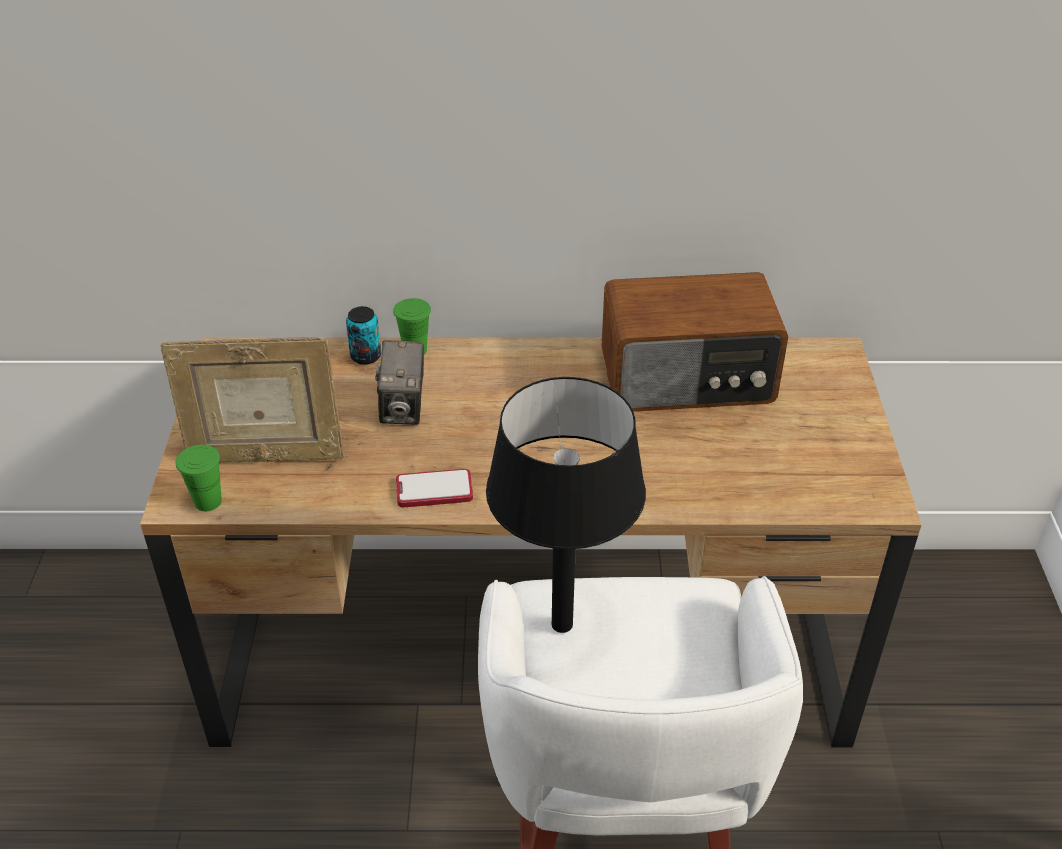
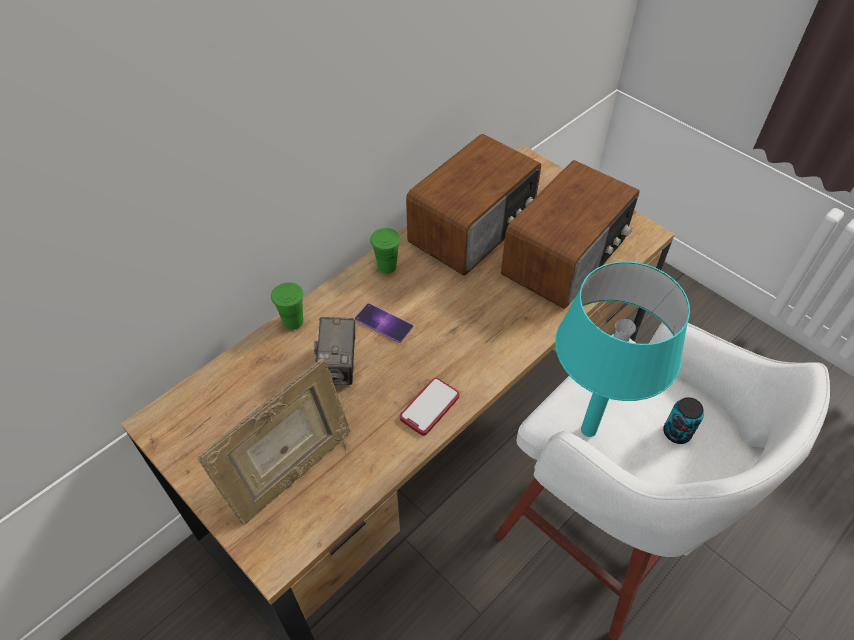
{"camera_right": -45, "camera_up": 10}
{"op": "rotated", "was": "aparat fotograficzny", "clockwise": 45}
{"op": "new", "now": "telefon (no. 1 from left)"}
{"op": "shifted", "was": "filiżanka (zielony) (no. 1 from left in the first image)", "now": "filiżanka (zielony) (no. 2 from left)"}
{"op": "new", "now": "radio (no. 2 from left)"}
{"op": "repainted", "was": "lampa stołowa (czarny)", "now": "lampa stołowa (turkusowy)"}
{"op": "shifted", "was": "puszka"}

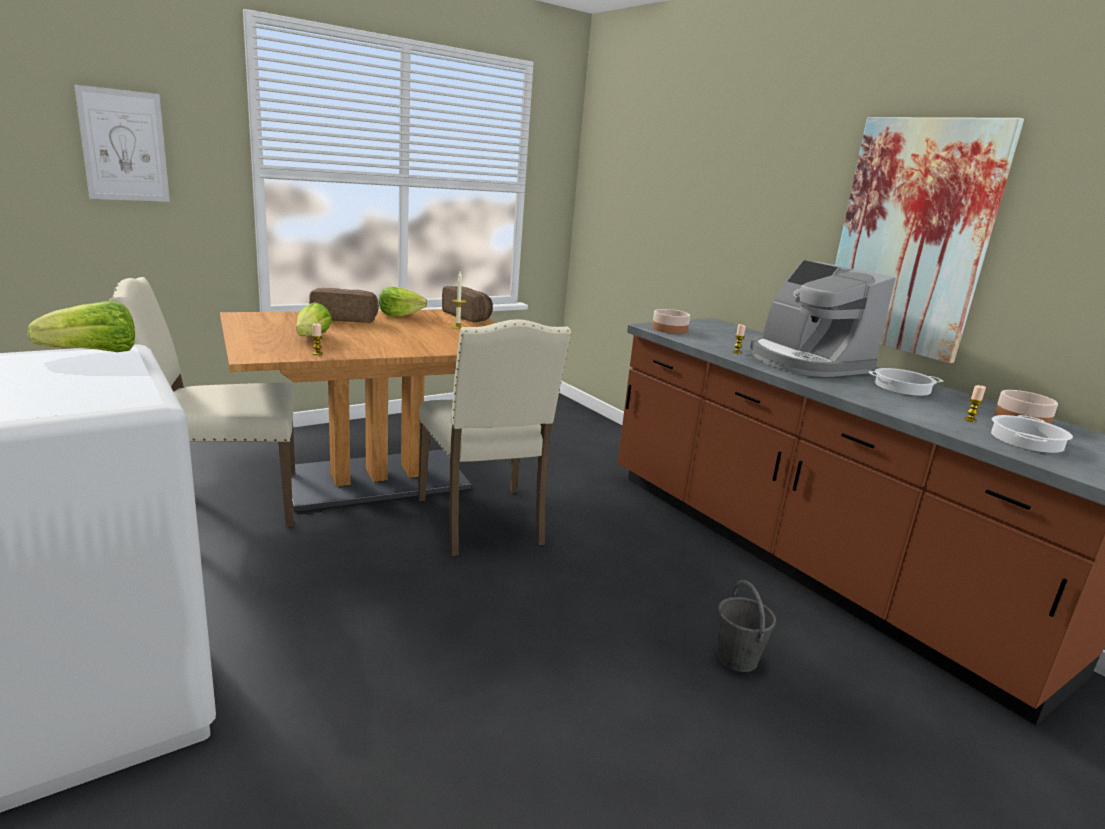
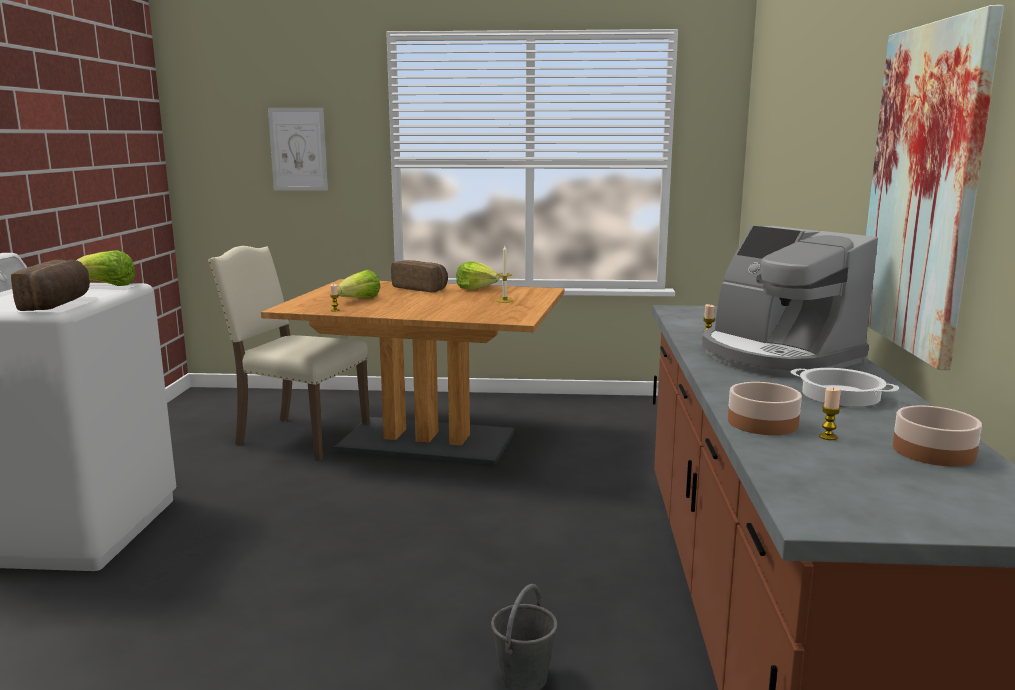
{"camera_right": 40, "camera_up": -5}
{"op": "shifted", "was": "chleb (no. 2 from left in the first image)", "now": "chleb (no. 1 from left)"}
{"op": "rotated", "was": "ekspres do kawy", "clockwise": -45}
{"op": "shifted", "was": "miska (no. 1 from left)"}
{"op": "gone", "was": "krzesło (beżowy) (no. 2 from left)"}
{"op": "gone", "was": "garnek (no. 2 from left)"}

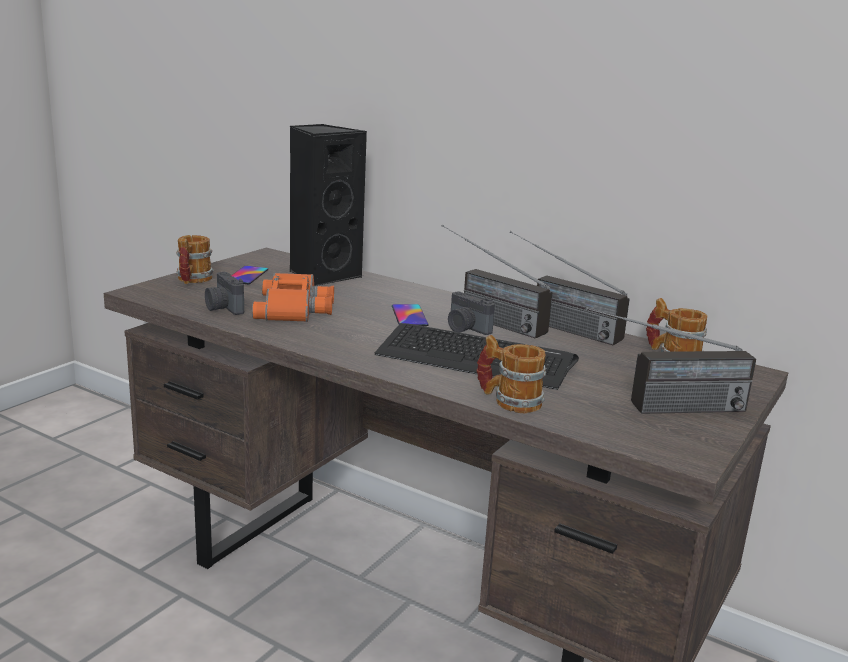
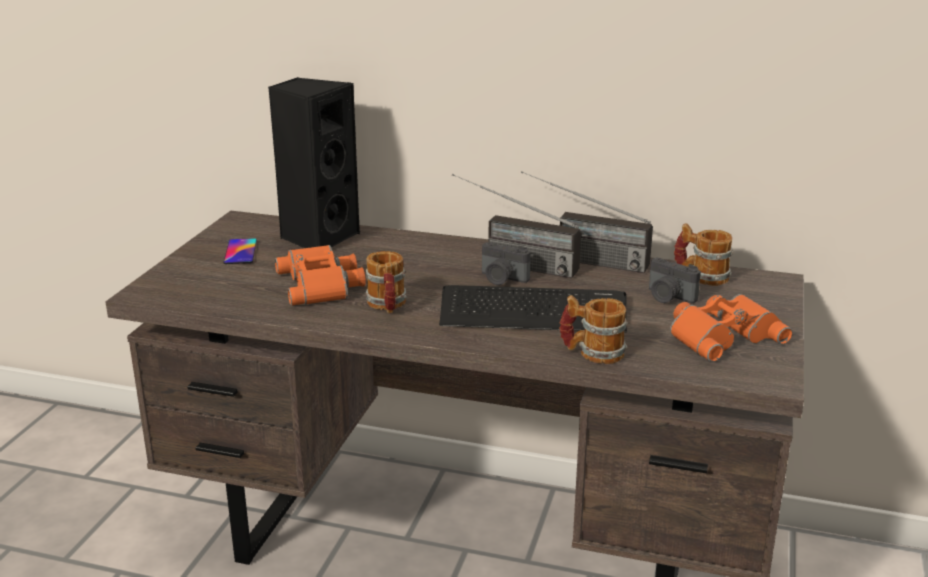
{"camera_right": -15, "camera_up": 5}
{"op": "shifted", "was": "kubek (no. 1 from left)"}
{"op": "shifted", "was": "aparat fotograficzny (no. 1 from left in the first image)", "now": "aparat fotograficzny (no. 2 from left)"}
{"op": "swapped", "was": "radio (no. 3 from left)", "now": "lornetka (pomarańczowy) (no. 2 from left)"}
{"op": "gone", "was": "telefon (no. 2 from left)"}

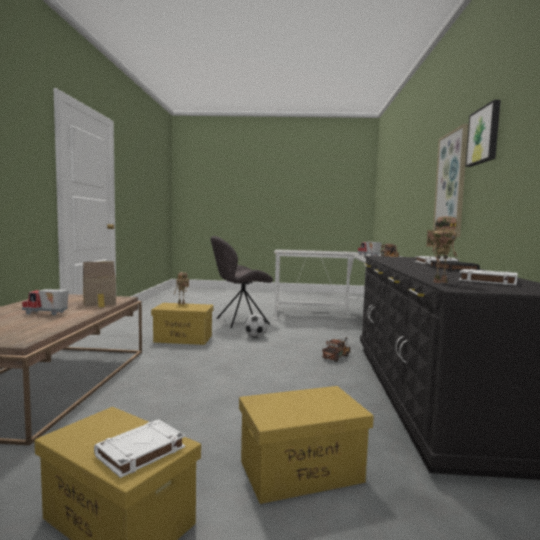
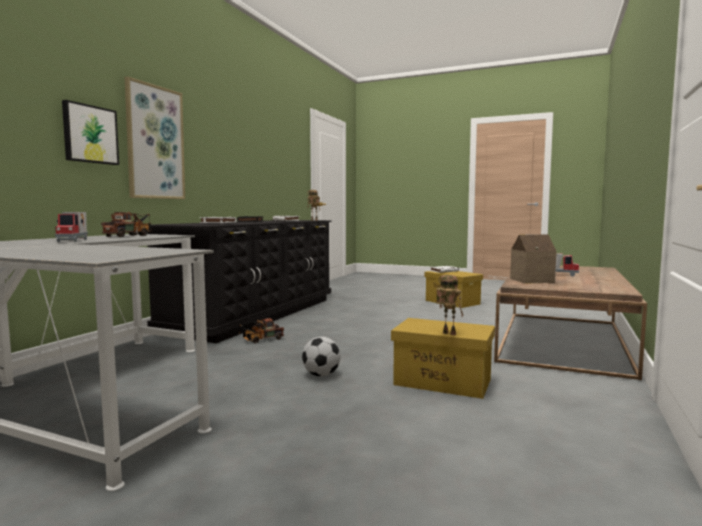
{"camera_right": -160, "camera_up": 0}
{"op": "shifted", "was": "obraz (no. 2 from left in the first image)", "now": "obraz (no. 1 from left)"}
{"op": "gone", "was": "krzesło (szary)"}
{"op": "gone", "was": "pojemnik do przechowywania (żółty) (no. 3 from left)"}

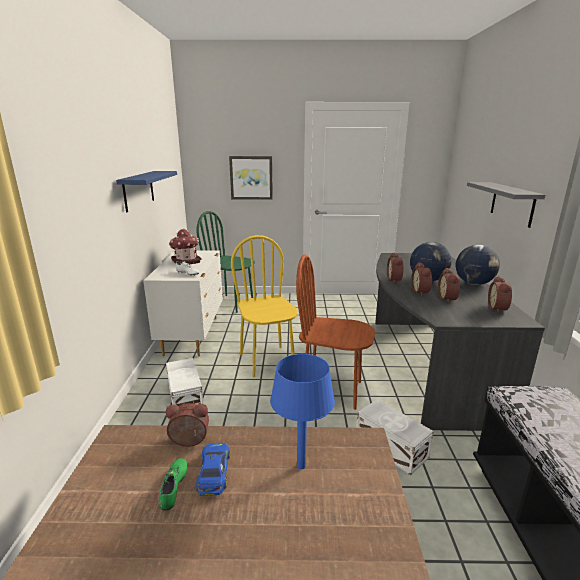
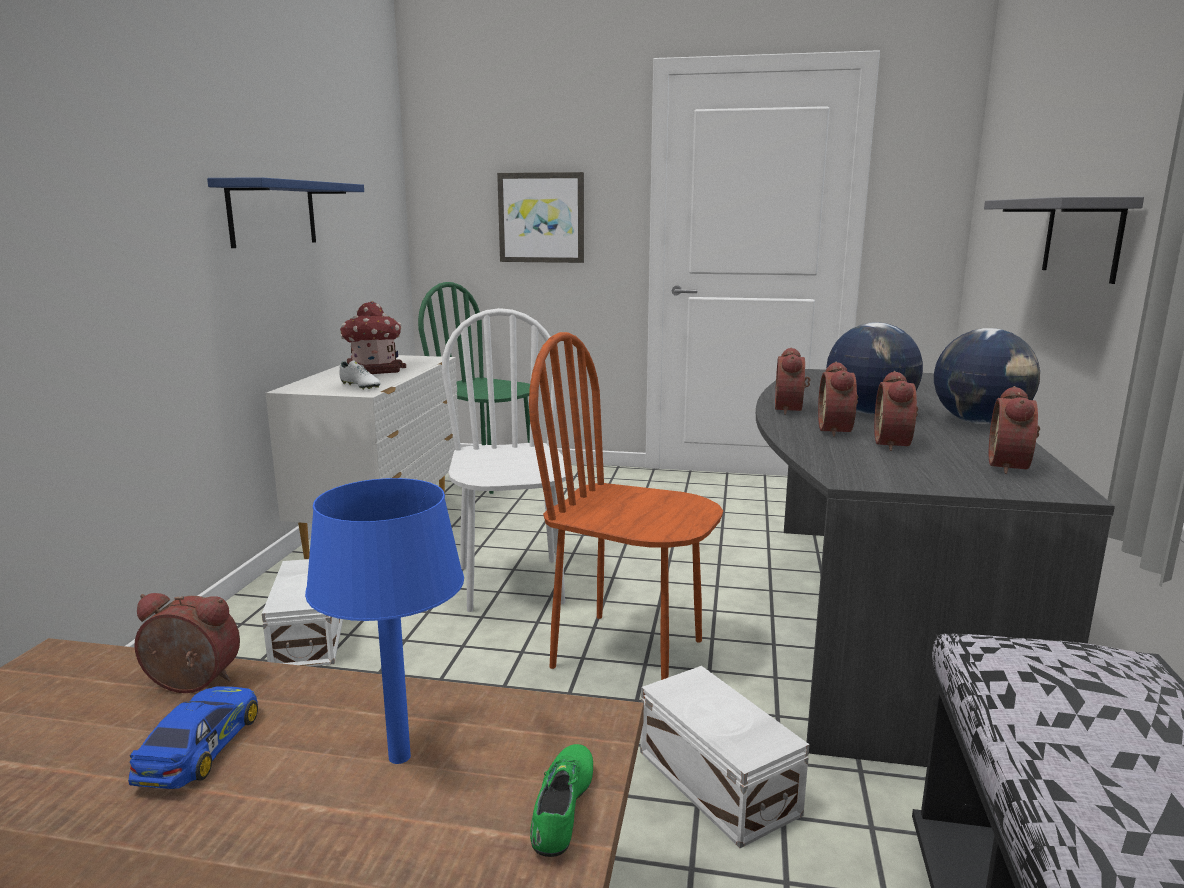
{"camera_right": 10, "camera_up": -5}
{"op": "repainted", "was": "krzesło (żółty)", "now": "krzesło (biały)"}
{"op": "shifted", "was": "but (zielony)"}

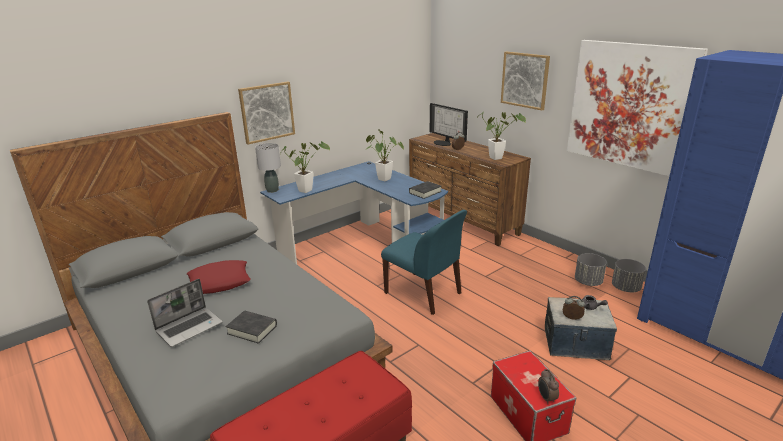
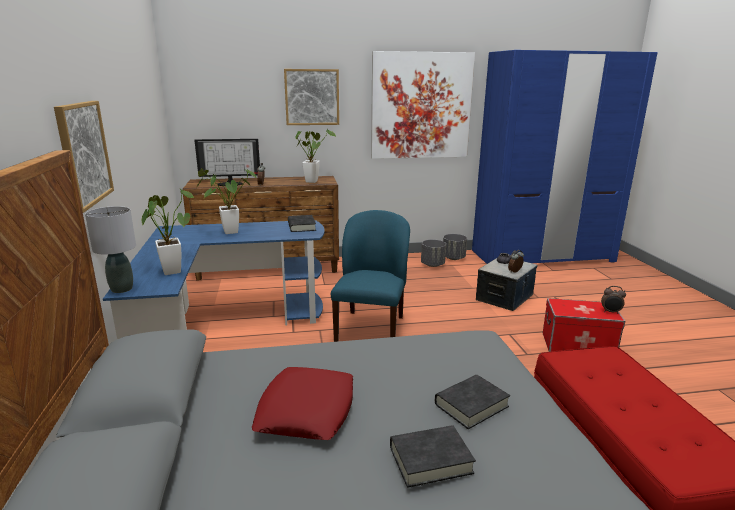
{"camera_right": -60, "camera_up": -5}
{"op": "rotated", "was": "krzesło (niebieski)", "clockwise": -60}
{"op": "swapped", "was": "laptop", "now": "książka (czarny) (no. 2 from left)"}

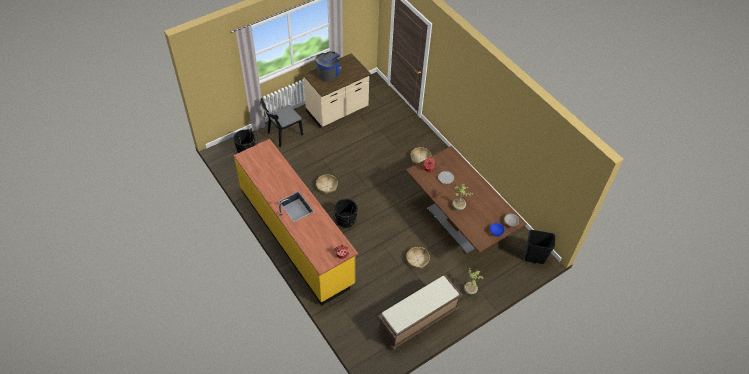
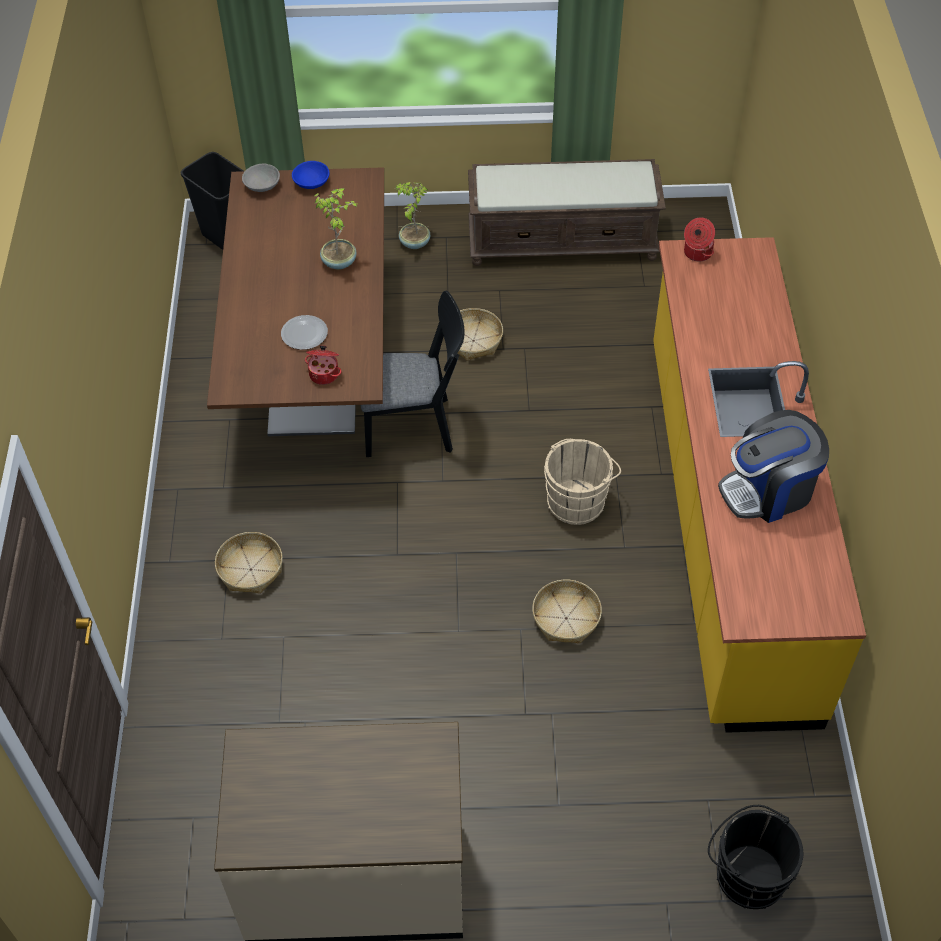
{"camera_right": -145, "camera_up": 0}
{"op": "shifted", "was": "krzesło (czarny)"}
{"op": "repainted", "was": "wiadro (czarny) (no. 2 from left)", "now": "wiadro (beżowy)"}
{"op": "shifted", "was": "ekspres do kawy"}

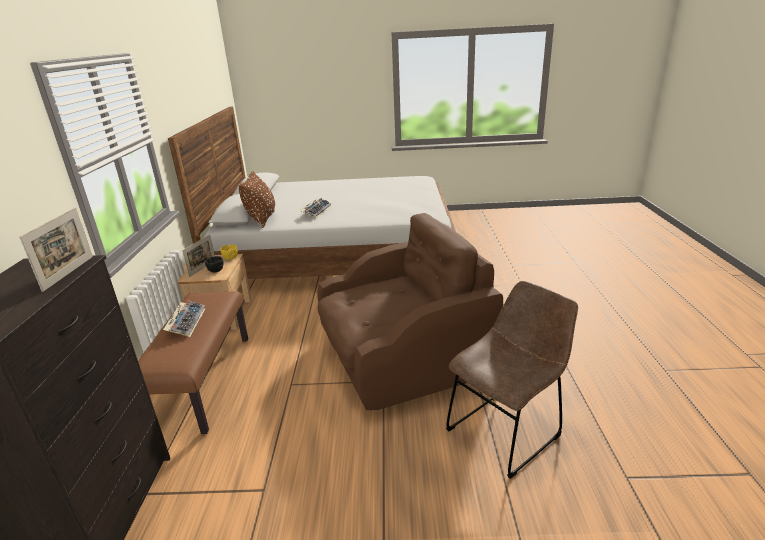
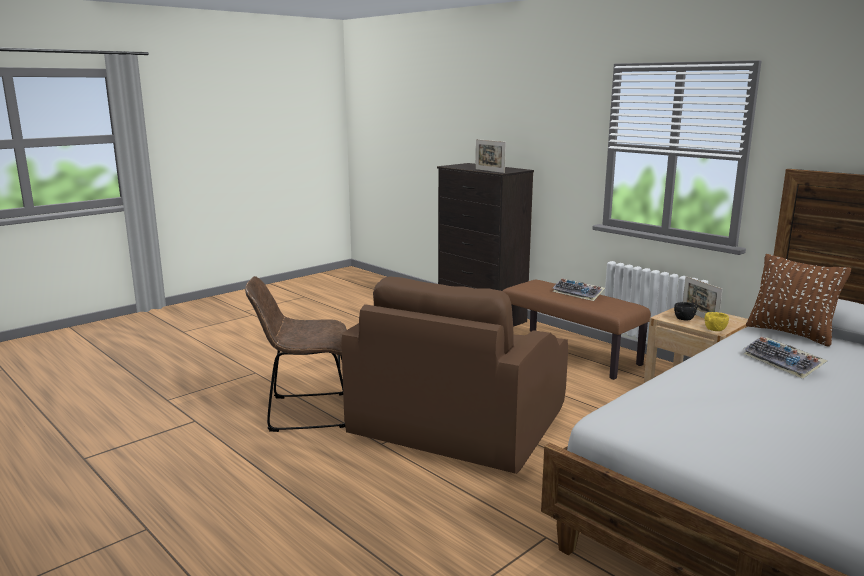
{"camera_right": 135, "camera_up": -10}
{"op": "rotated", "was": "krzesło (brązowy)", "clockwise": 75}

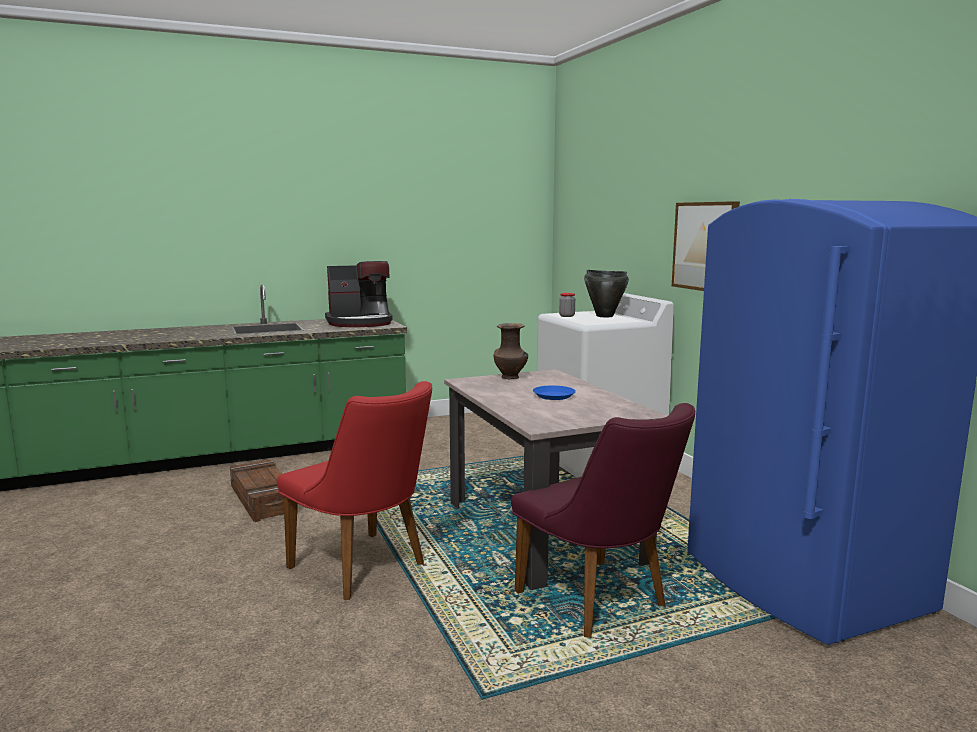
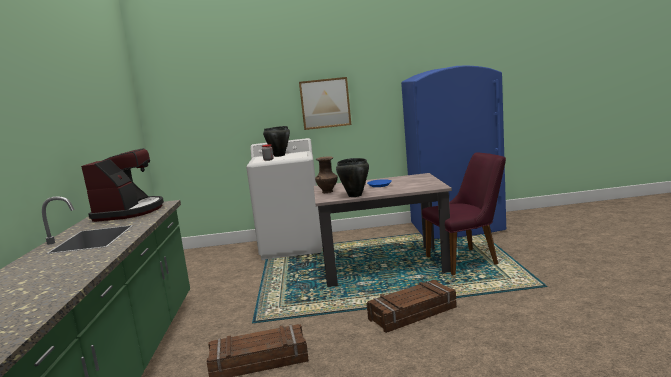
{"camera_right": -70, "camera_up": 0}
{"op": "new", "now": "garnek (czarny) (no. 2 from left)"}
{"op": "swapped", "was": "krzesło (czerwony)", "now": "skrzynka (no. 2 from left)"}

